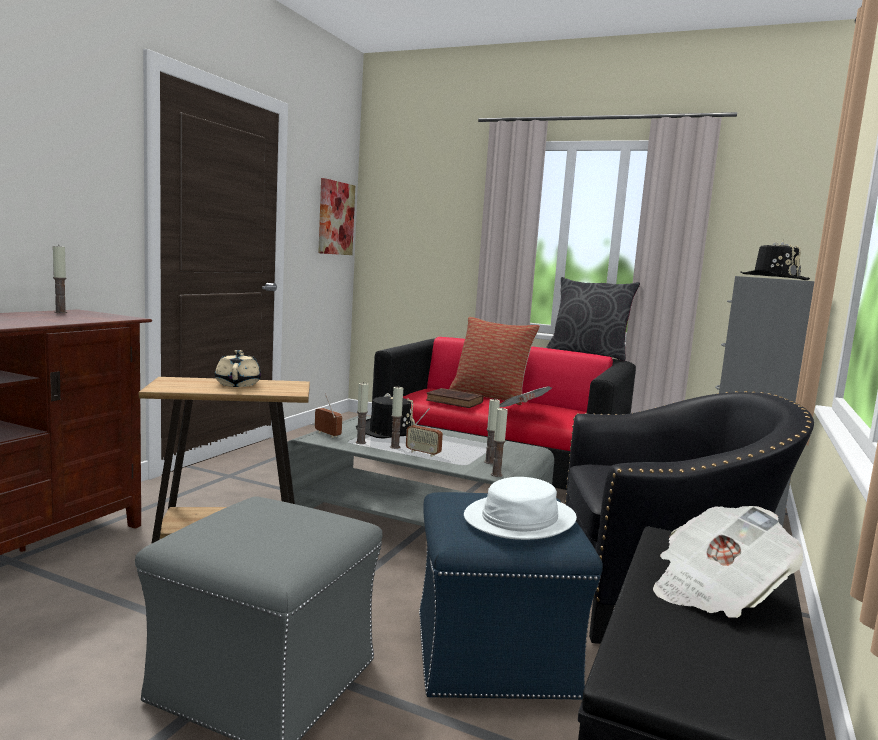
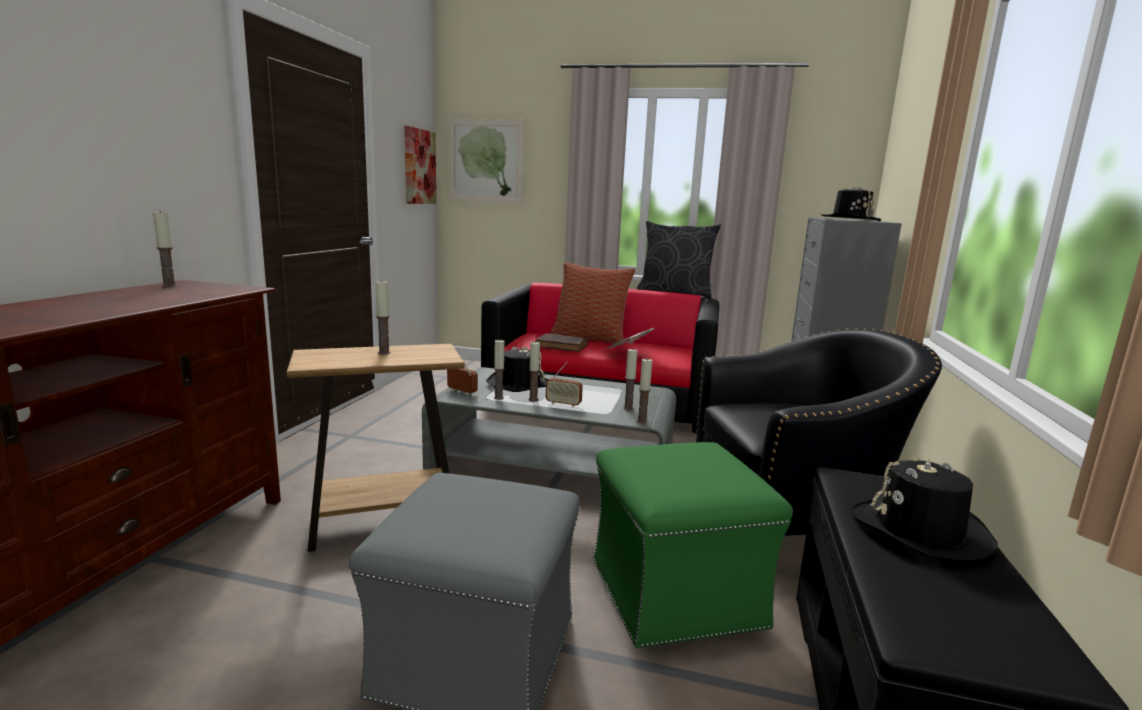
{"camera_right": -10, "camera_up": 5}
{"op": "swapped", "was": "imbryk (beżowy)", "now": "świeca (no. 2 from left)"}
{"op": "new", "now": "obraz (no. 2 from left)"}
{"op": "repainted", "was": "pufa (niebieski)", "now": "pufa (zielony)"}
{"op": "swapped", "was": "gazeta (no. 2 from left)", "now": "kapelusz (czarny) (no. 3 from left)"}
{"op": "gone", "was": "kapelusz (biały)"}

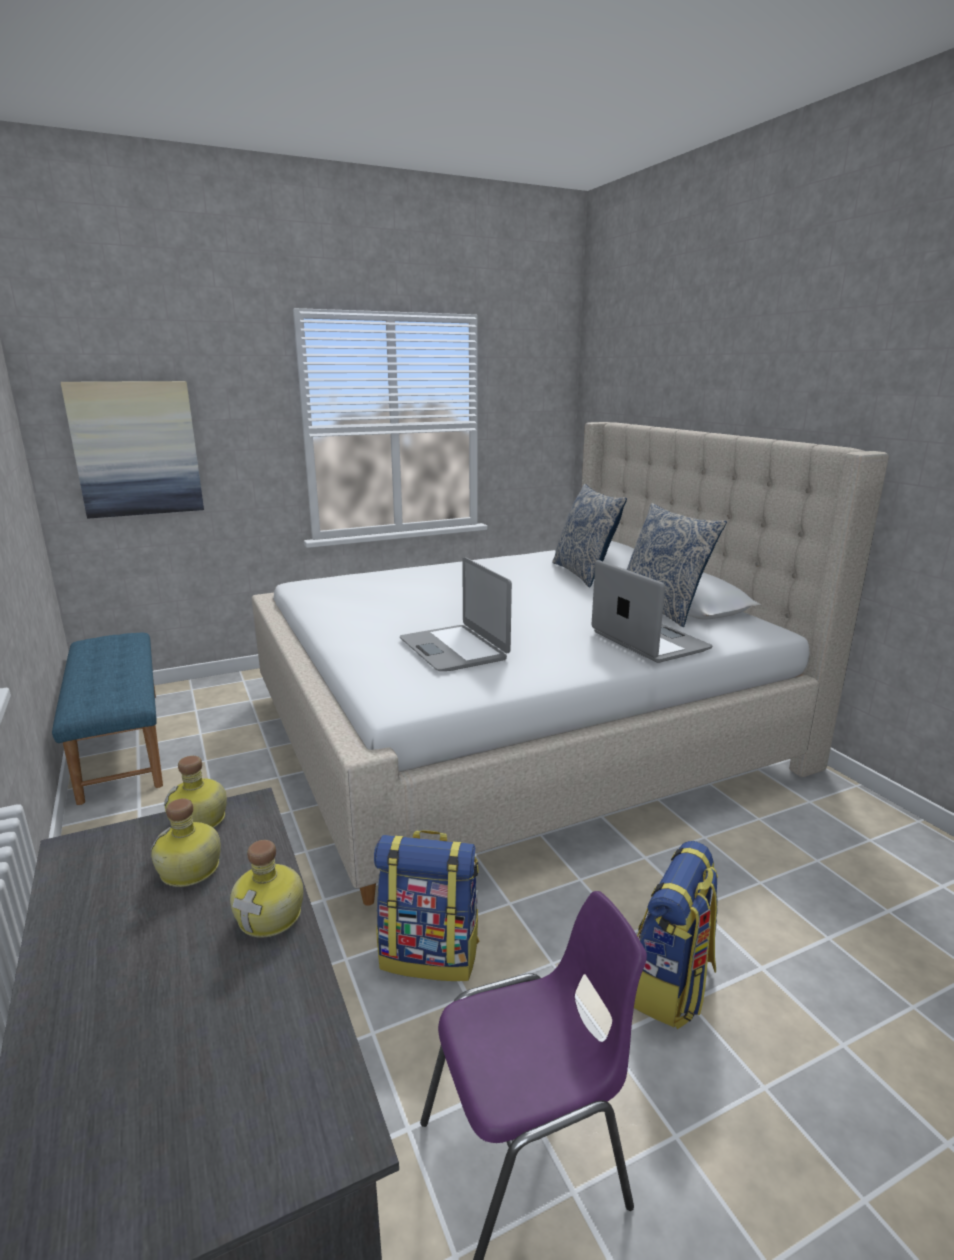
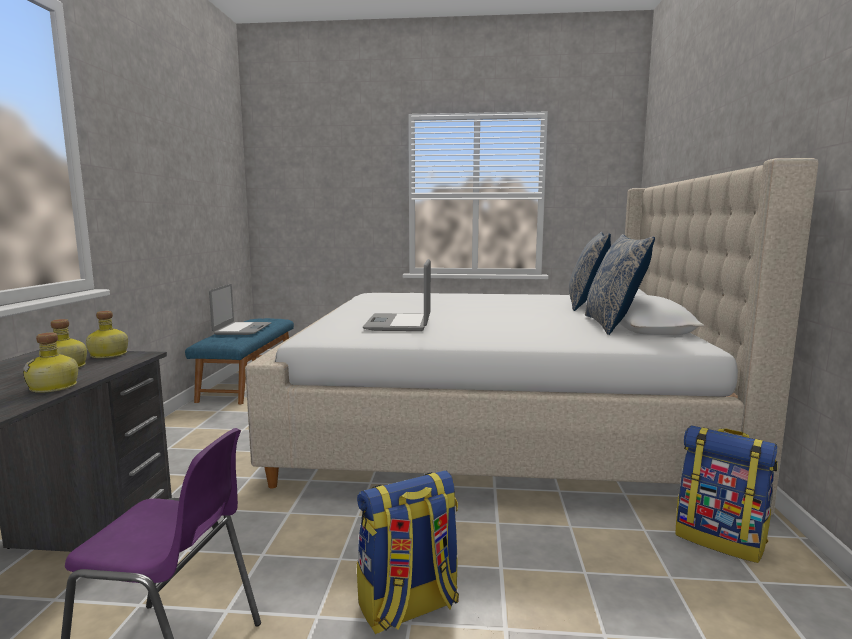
{"camera_right": 30, "camera_up": -10}
{"op": "shifted", "was": "laptop (no. 2 from left in the first image)", "now": "laptop (no. 1 from left)"}
{"op": "shifted", "was": "plecak (no. 1 from left in the first image)", "now": "plecak (no. 2 from left)"}
{"op": "gone", "was": "obraz"}

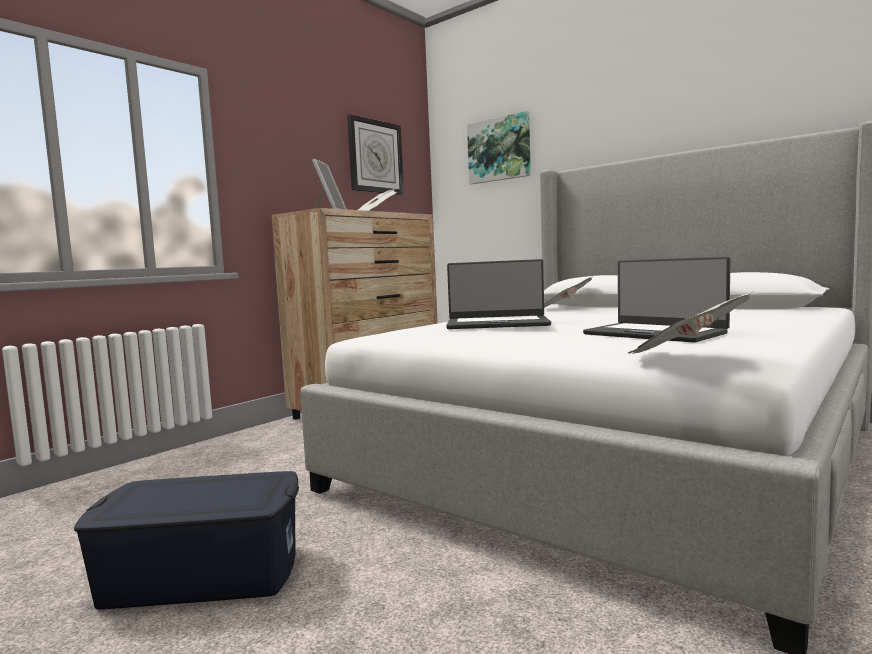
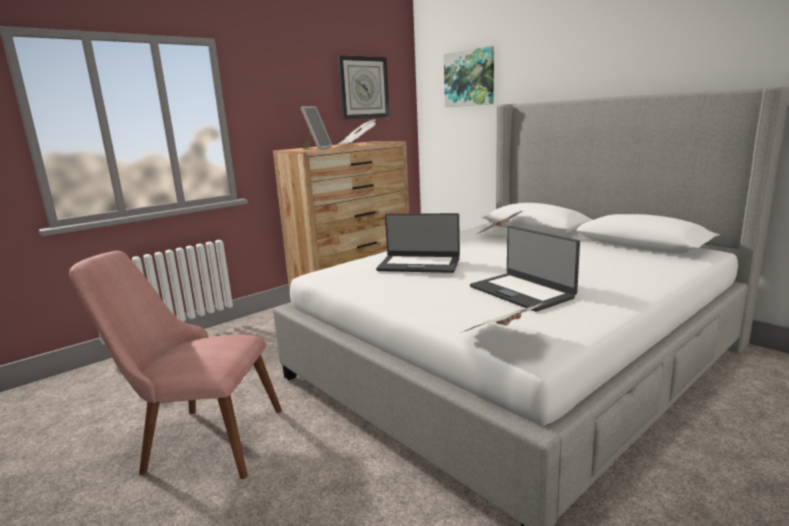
{"camera_right": 10, "camera_up": 10}
{"op": "swapped", "was": "pojemnik do przechowywania (niebieski)", "now": "krzesło (różowy)"}

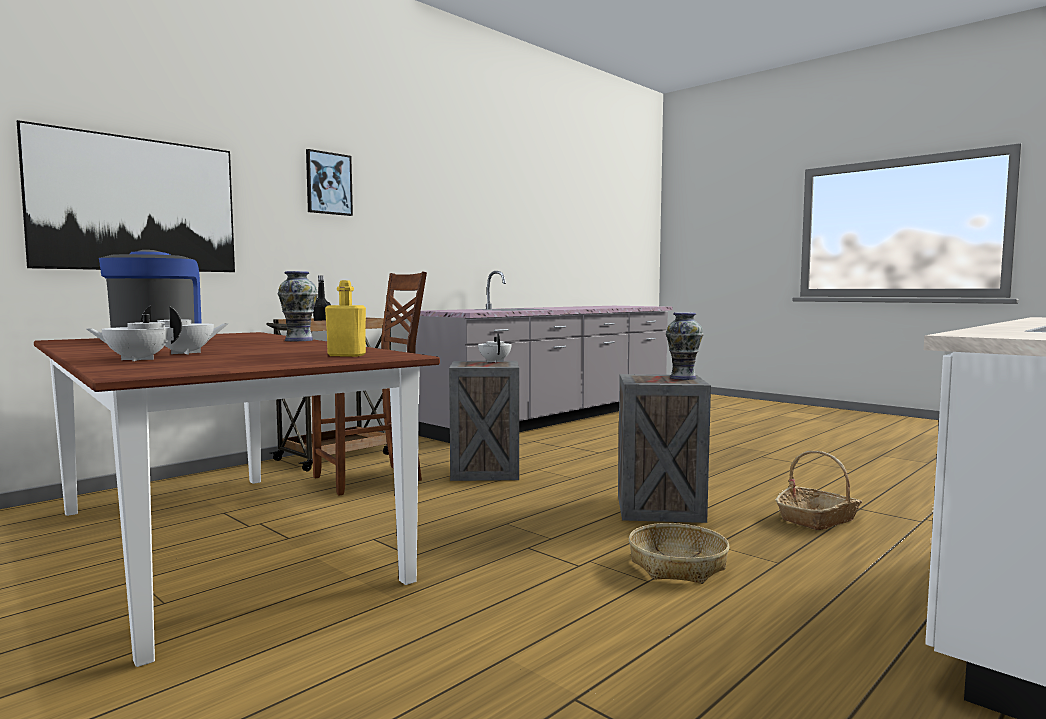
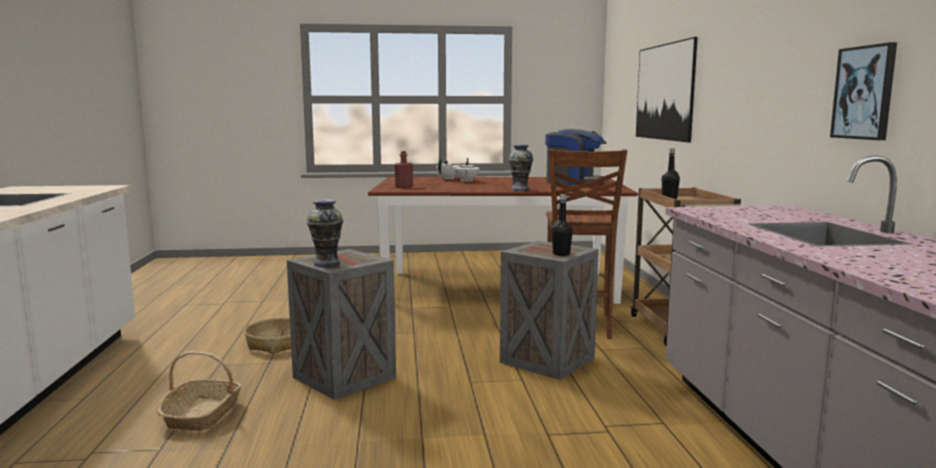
{"camera_right": 130, "camera_up": 5}
{"op": "repainted", "was": "butelka (żółty)", "now": "butelka (czerwony)"}
{"op": "swapped", "was": "imbryk (biały) (no. 3 from left)", "now": "butelka (czarny) (no. 1 from left)"}
{"op": "shifted", "was": "obraz (no. 2 from left)"}

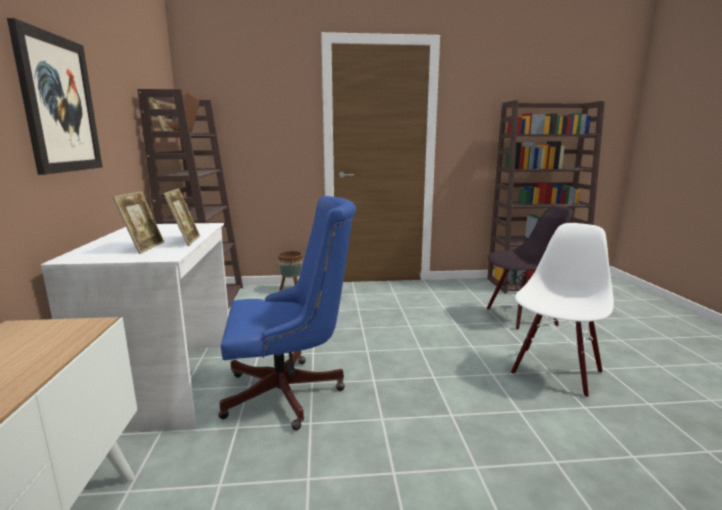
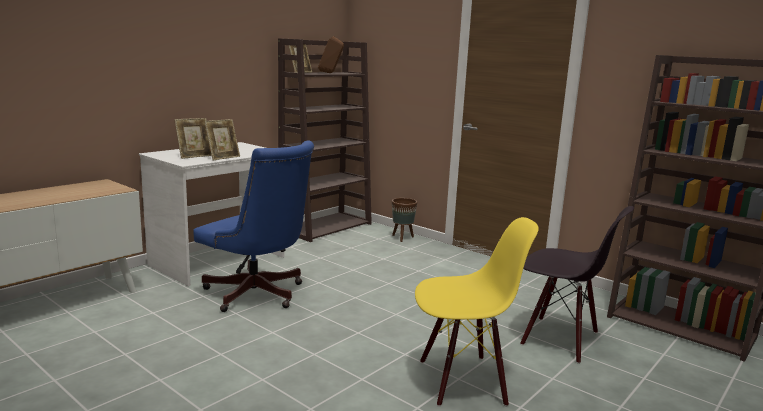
{"camera_right": 45, "camera_up": 0}
{"op": "repainted", "was": "krzesło (biały)", "now": "krzesło (żółty)"}
{"op": "gone", "was": "obraz"}

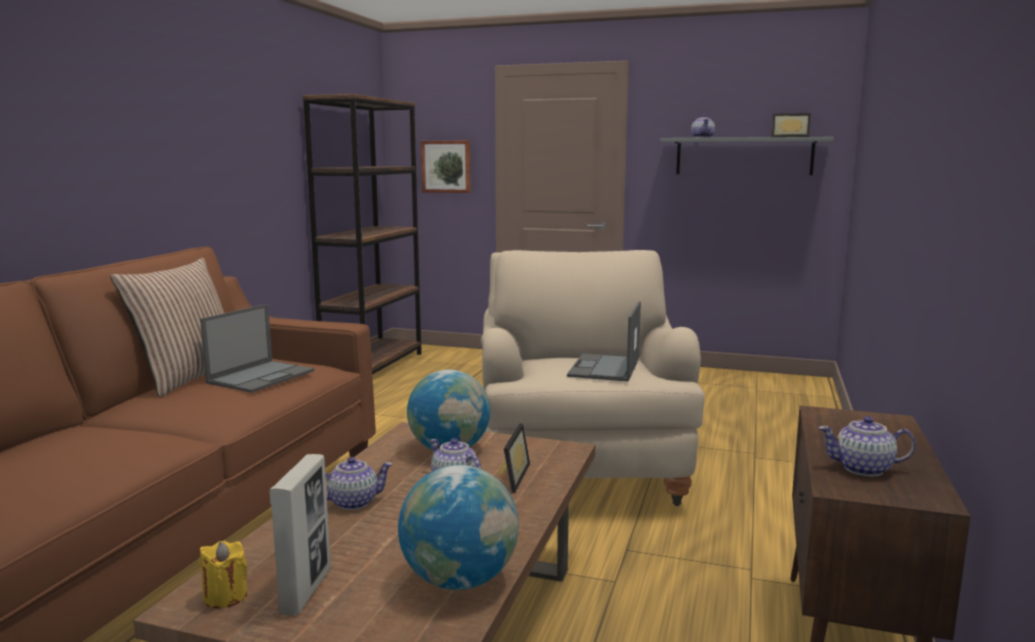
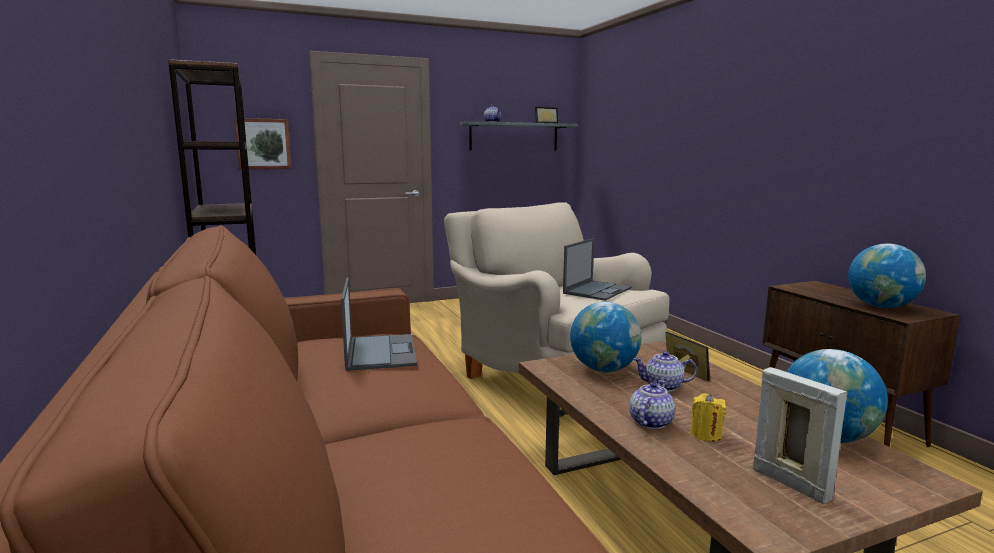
{"camera_right": -40, "camera_up": 0}
{"op": "rotated", "was": "laptop (no. 2 from left)", "clockwise": -120}
{"op": "shifted", "was": "świeca (żółty)"}
{"op": "swapped", "was": "imbryk (no. 4 from left)", "now": "globus (no. 3 from left)"}
{"op": "gone", "was": "poduszka"}

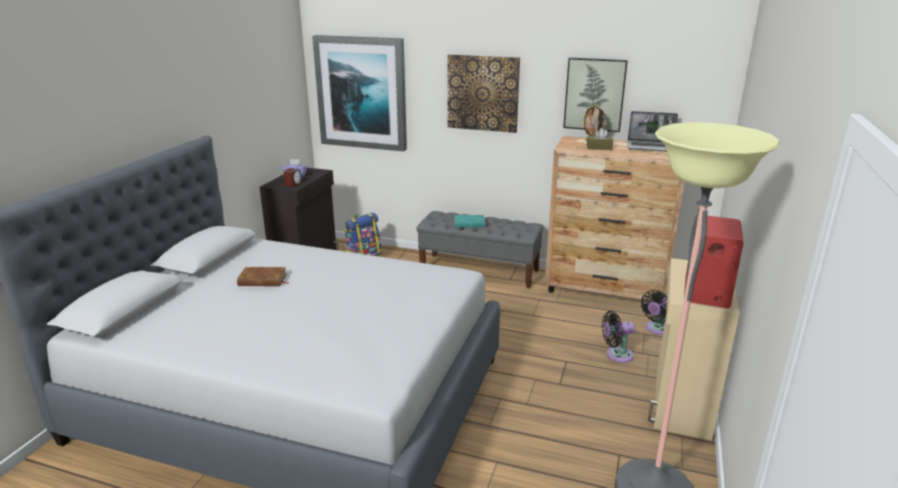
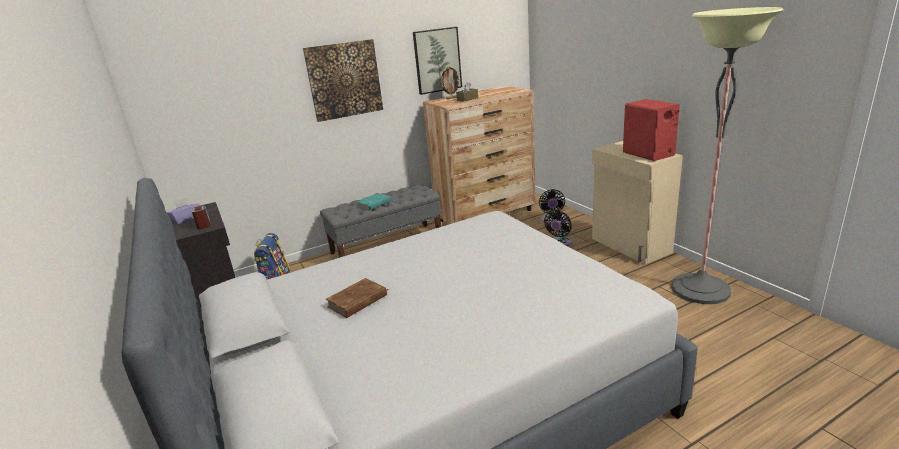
{"camera_right": -45, "camera_up": 0}
{"op": "gone", "was": "obraz (no. 1 from left)"}
{"op": "gone", "was": "laptop"}

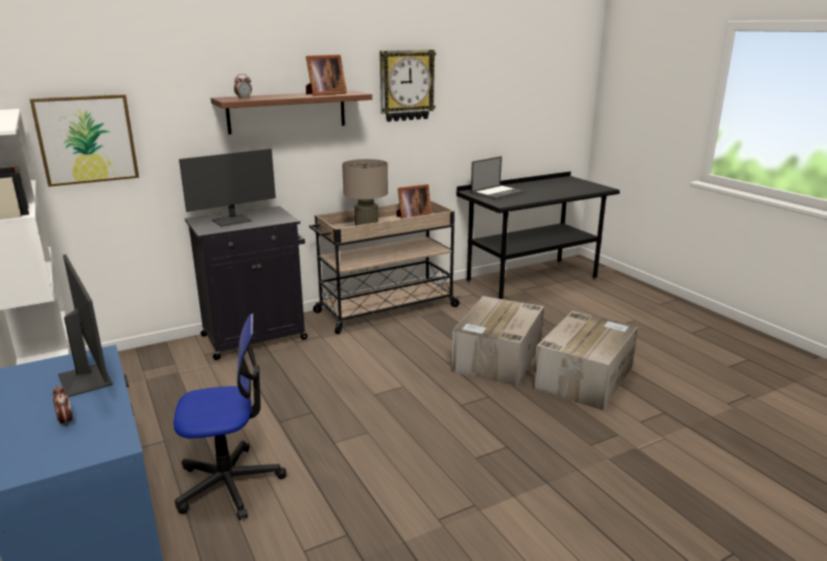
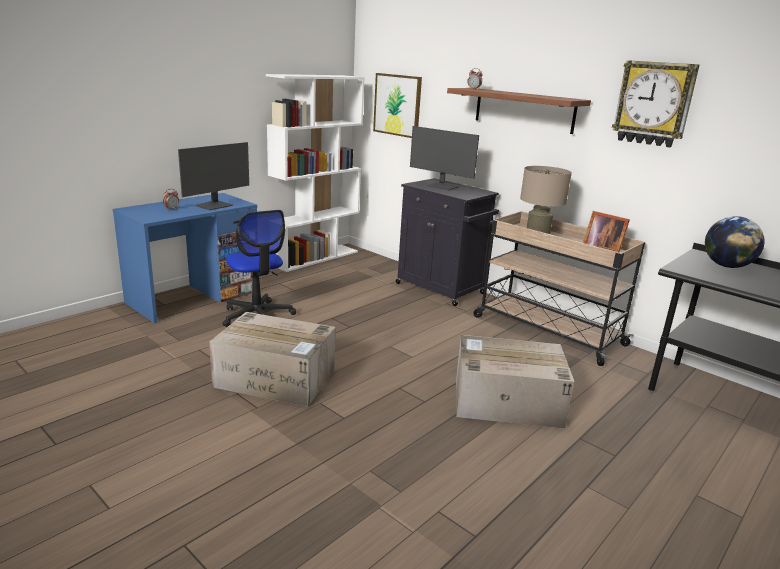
{"camera_right": 70, "camera_up": 0}
{"op": "shifted", "was": "karton (no. 2 from left in the first image)", "now": "karton (no. 1 from left)"}
{"op": "swapped", "was": "laptop", "now": "globus"}
{"op": "gone", "was": "ramka na zdjęcie (no. 1 from left)"}

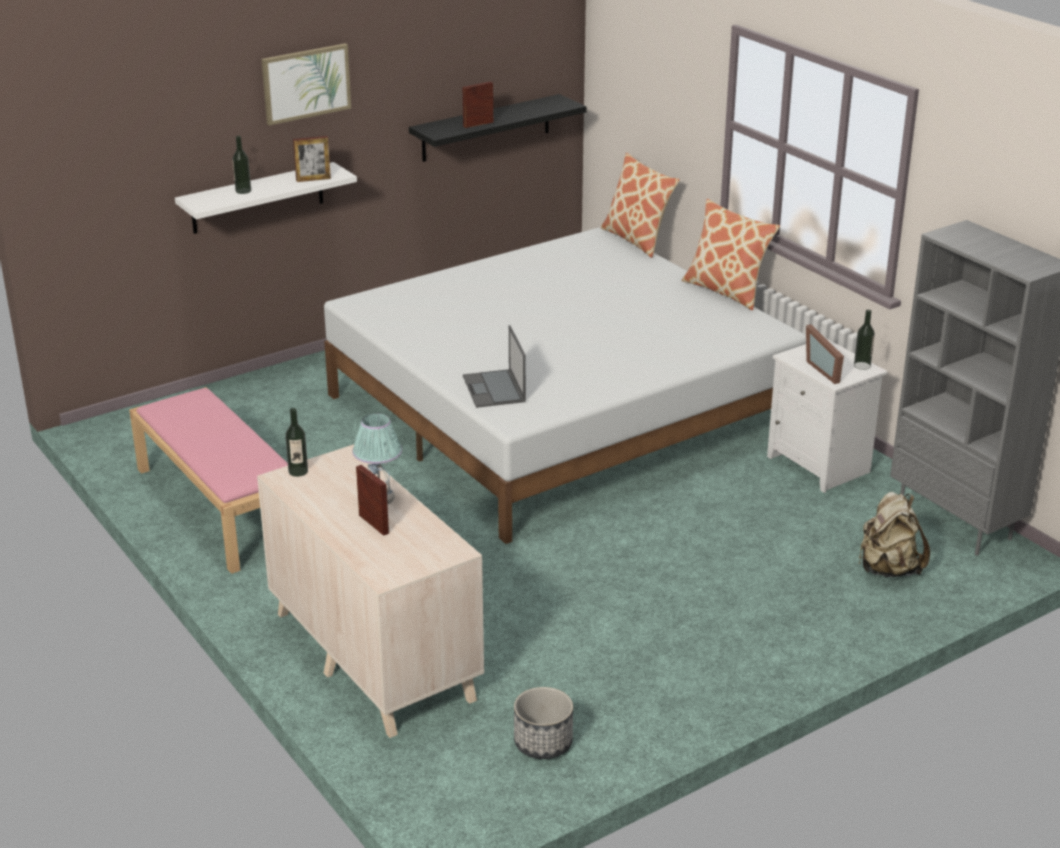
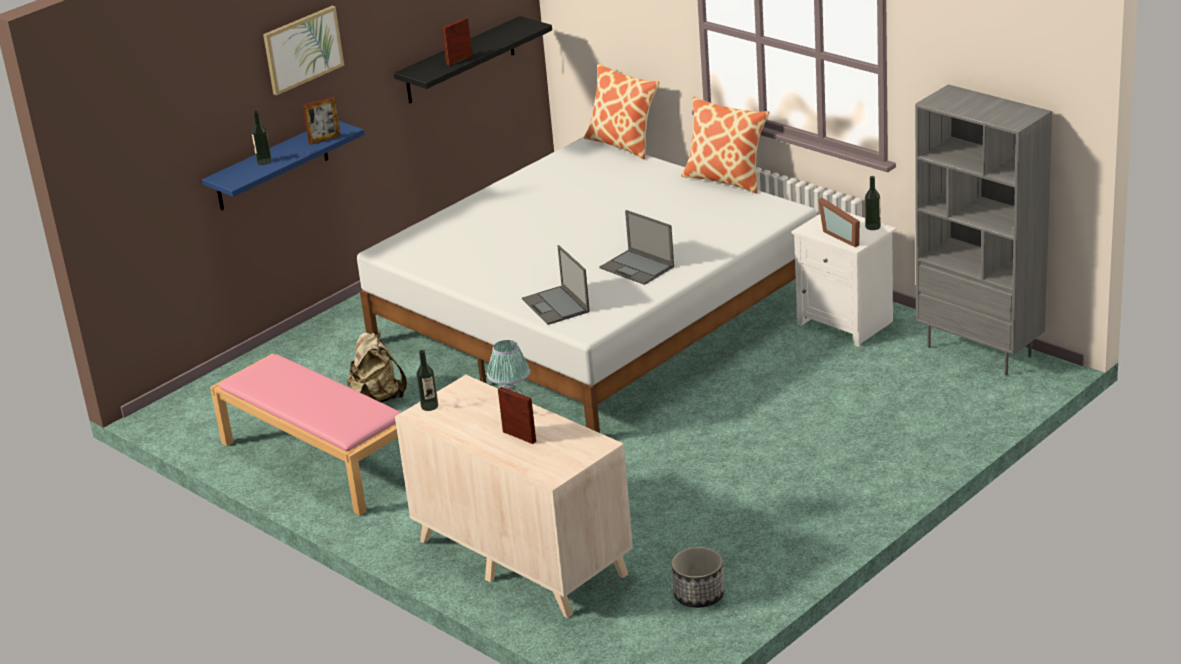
{"camera_right": -10, "camera_up": 0}
{"op": "repainted", "was": "półka (biały)", "now": "półka (niebieski)"}
{"op": "shifted", "was": "plecak (beżowy)"}
{"op": "new", "now": "laptop (no. 2 from left)"}

